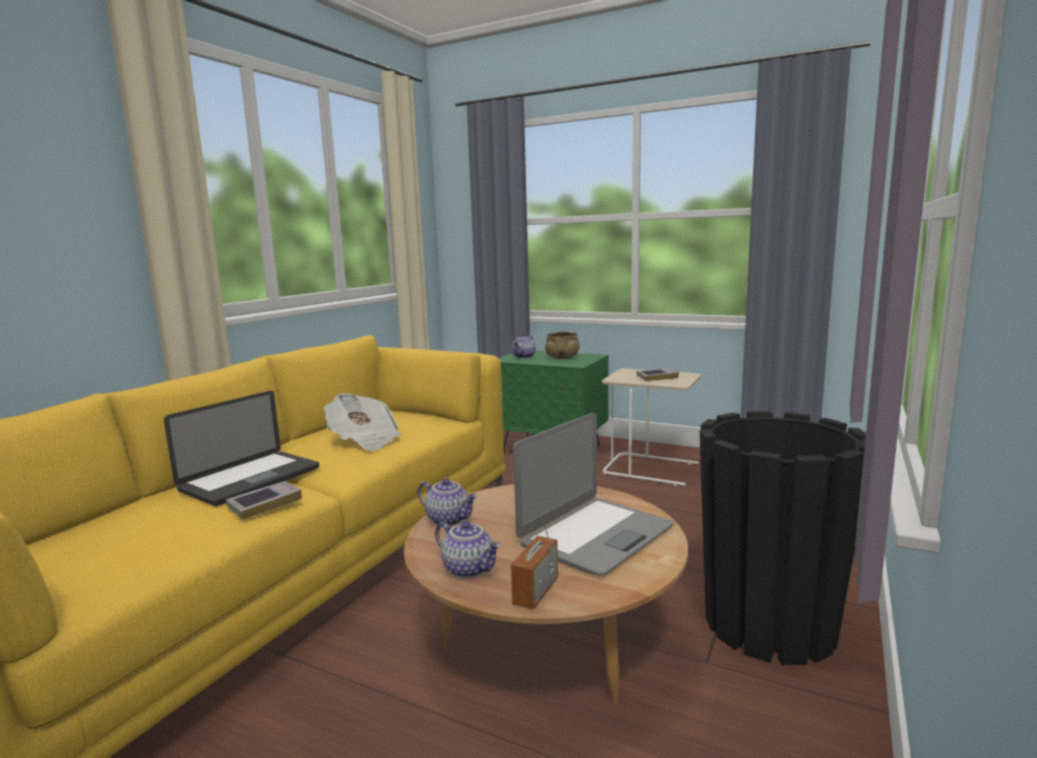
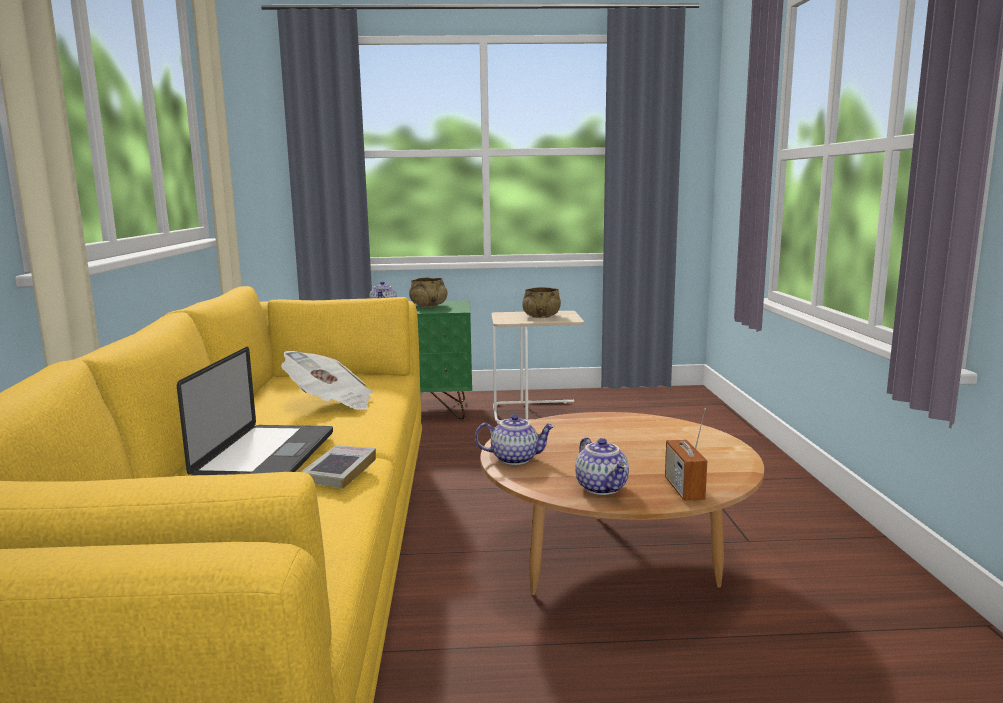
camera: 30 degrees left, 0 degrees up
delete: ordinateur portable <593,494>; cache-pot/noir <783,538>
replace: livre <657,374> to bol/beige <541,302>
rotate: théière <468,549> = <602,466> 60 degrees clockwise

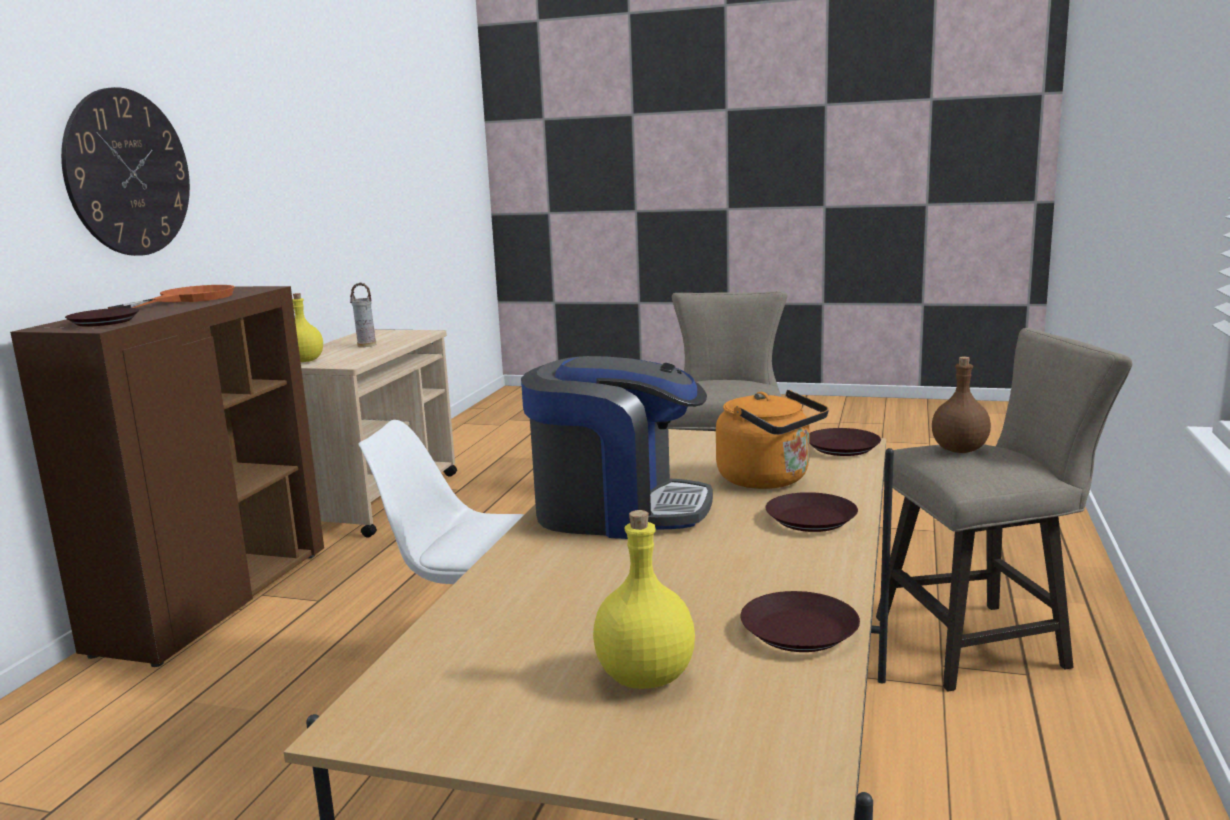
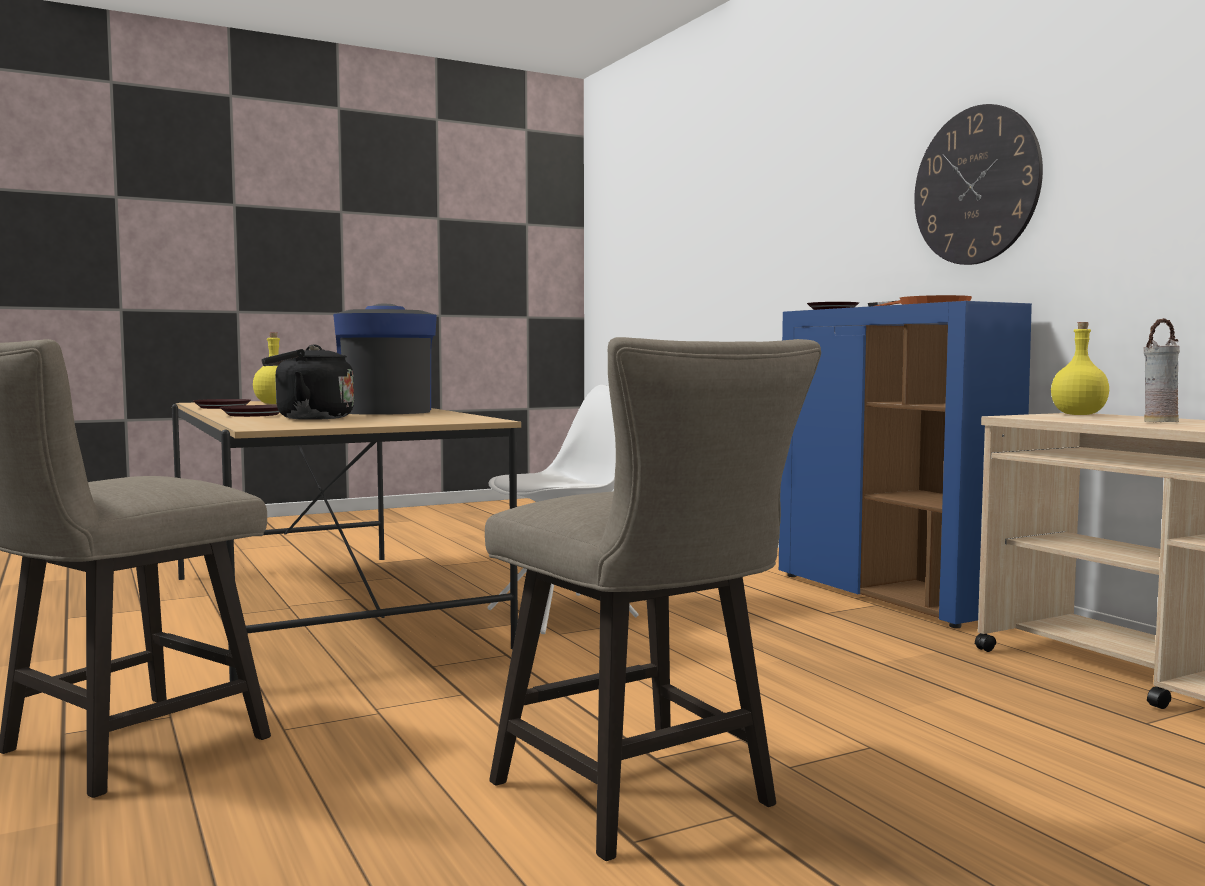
camera: 135 degrees right, 10 degrees down
delete: assiette/marron <845,442>; bouteille/marron <961,405>
recolor: bouilloire/orange <772,439> to bouilloire/noir <307,382>; meuble de rangement/marron <167,476> to meuble de rangement/bleu <905,464>
rotate: machine à café <617,447> = <385,359> 105 degrees clockwise

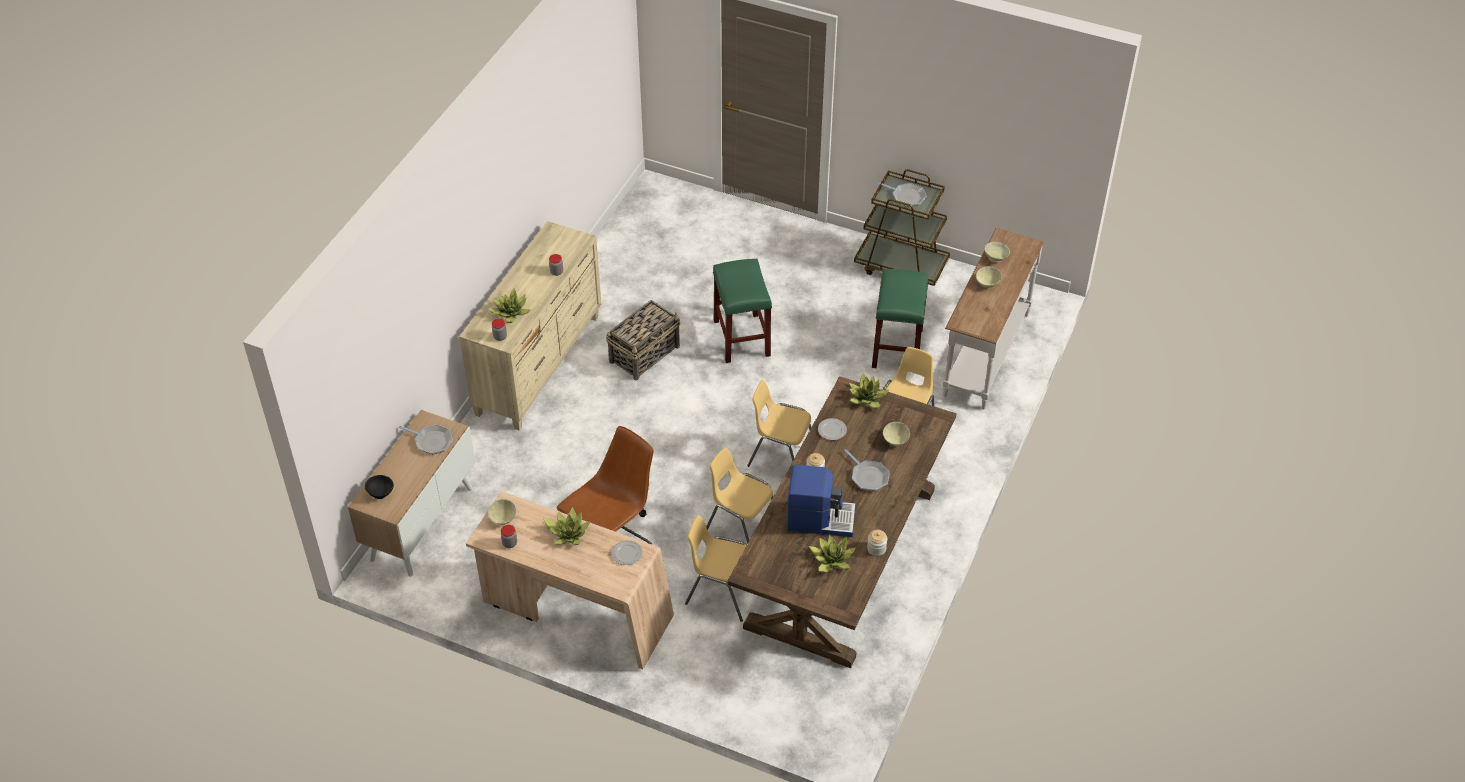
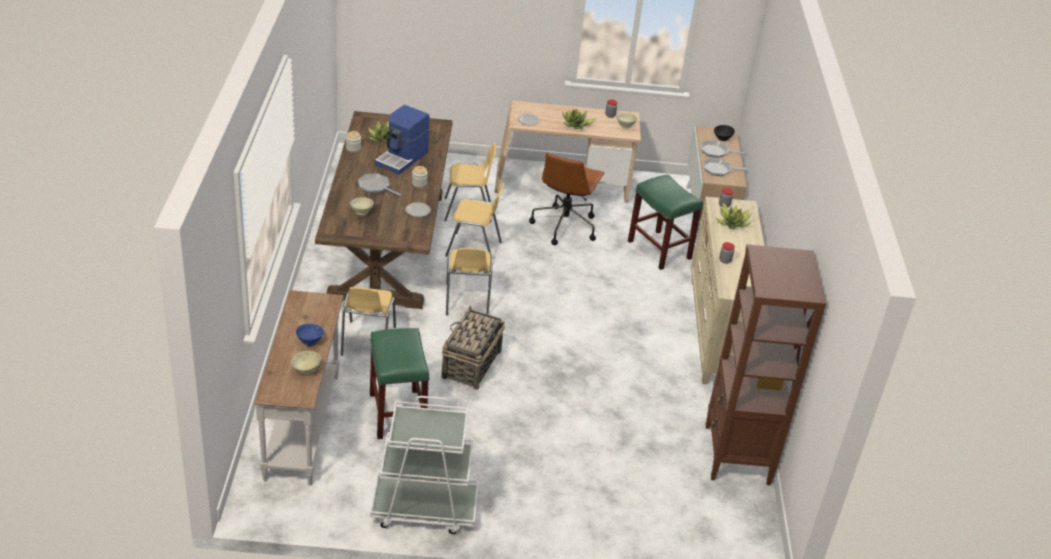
camera: 155 degrees right, 10 degrees down
delete: plante en pot <869,391>
insert: bibliothèque/marron <766,364>
move: panier <643,340> to <473,348>; tabouret/vert <742,311> to <665,222>; poêle <901,194> to <723,149>
recolor: bol/beige <989,277> to bol/bleu <310,335>; chariot/marron <902,227> to chariot/blanc <424,465>
rotate: machine à café <821,501> = <402,140> 45 degrees counterclockwise; chaise/jaune <779,423> = <469,281> 90 degrees clockwise

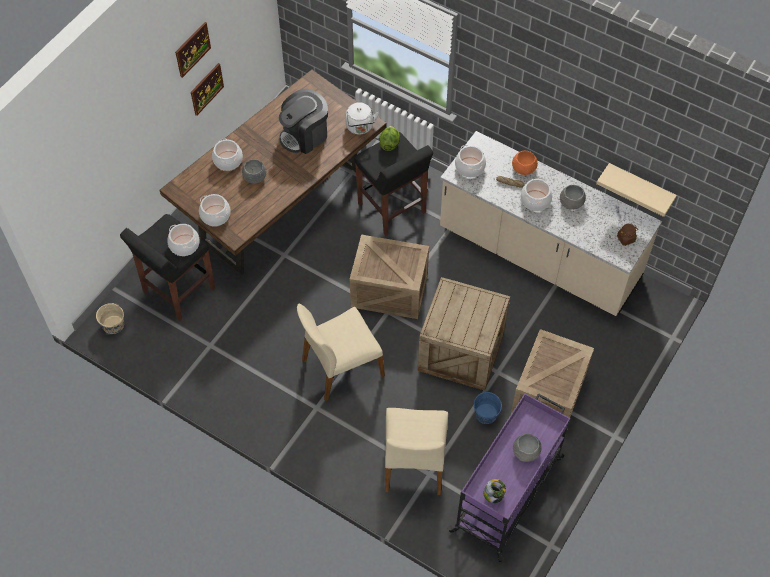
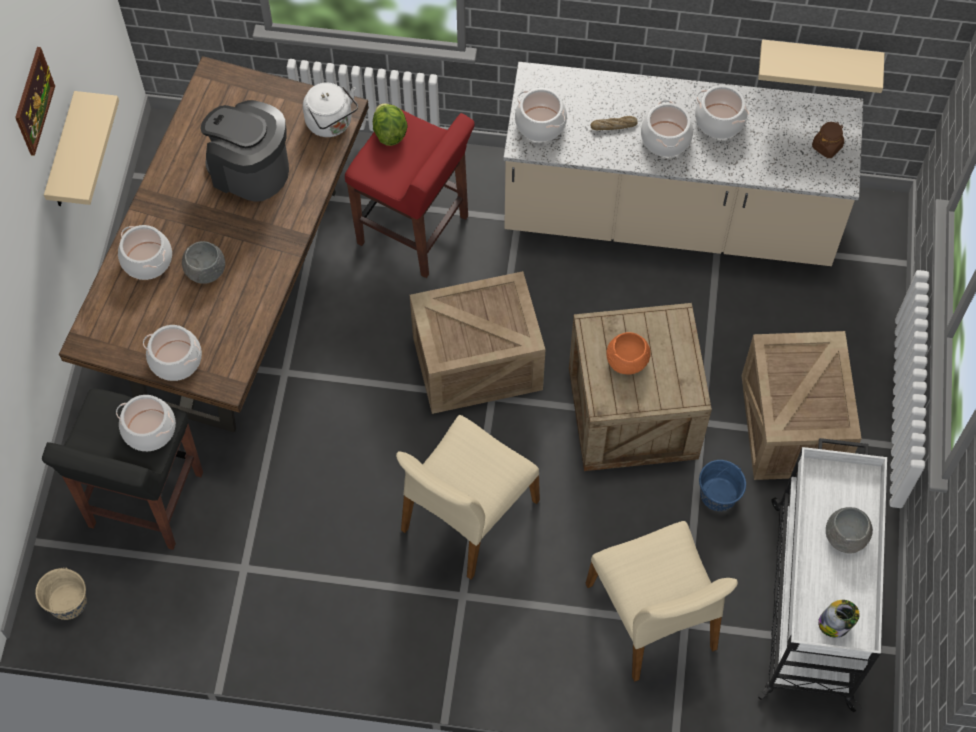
camera: 25 degrees left, 5 degrees up
move: bol/orange <525,163> to <628,353>
replace: tableau <207,89> to étagère/beige <81,148>; bol/gris <573,197> to marmite <722,112>
recolor: tabouret/noir <393,184> to tabouret/rouge <410,193>; chariot/violet <509,477> to chariot/blanc <822,575>
rotate: machine à café <303,121> = <244,151> 90 degrees clockwise

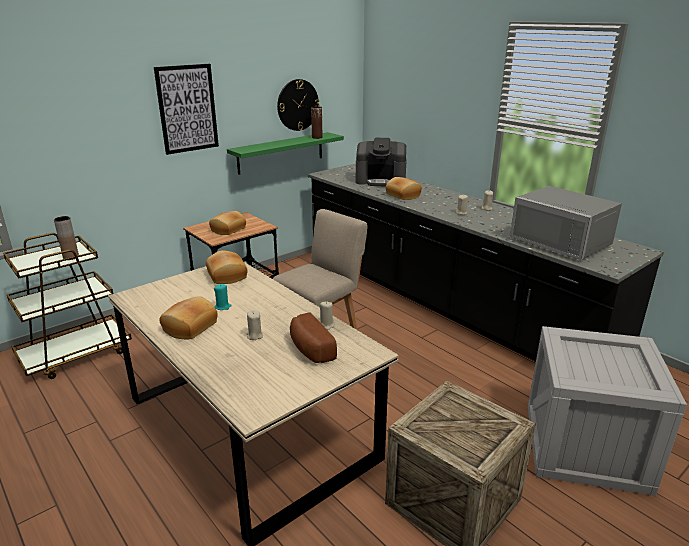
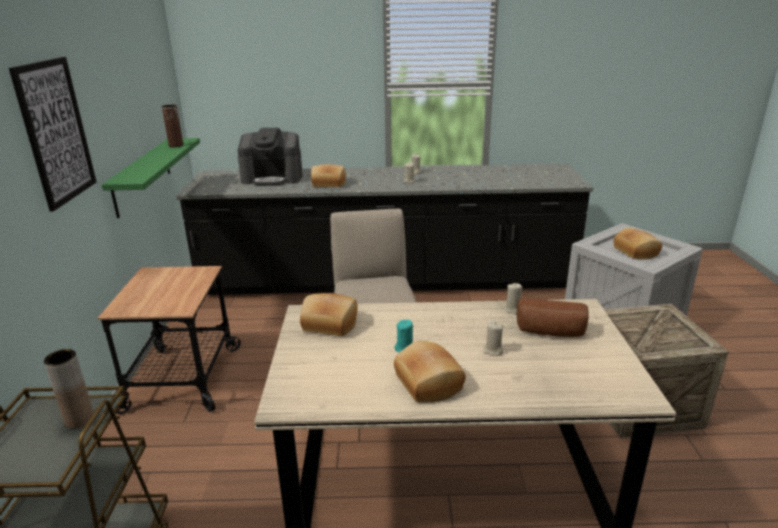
camera: 50 degrees left, 0 degrees up
delete: horloge murale <298,105>; micro-ondes/gris <566,223>
move: pain <227,223> to <638,244>
rotate: machine à café <381,162> = <270,157> 45 degrees clockwise

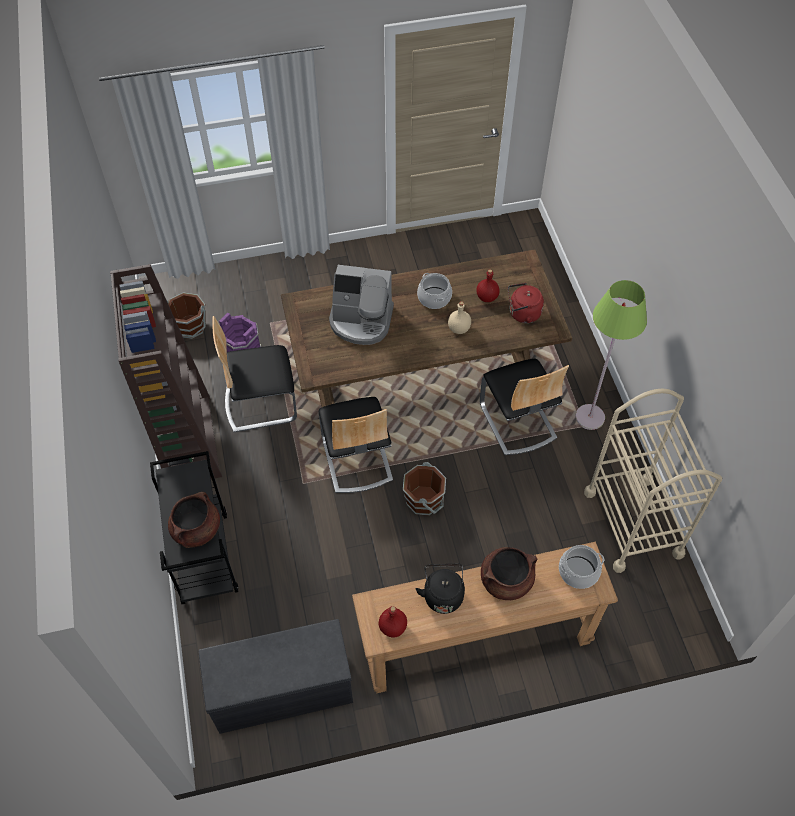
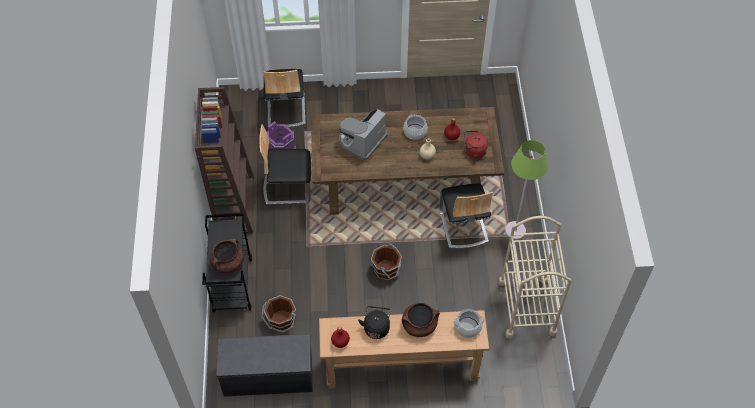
camera: 10 degrees right, 0 degrees up
move: seau/marron <186,315> to <278,314>; chaise <356,445> to <284,98>
rotate: machine à café <361,305> = <363,134> 105 degrees clockwise

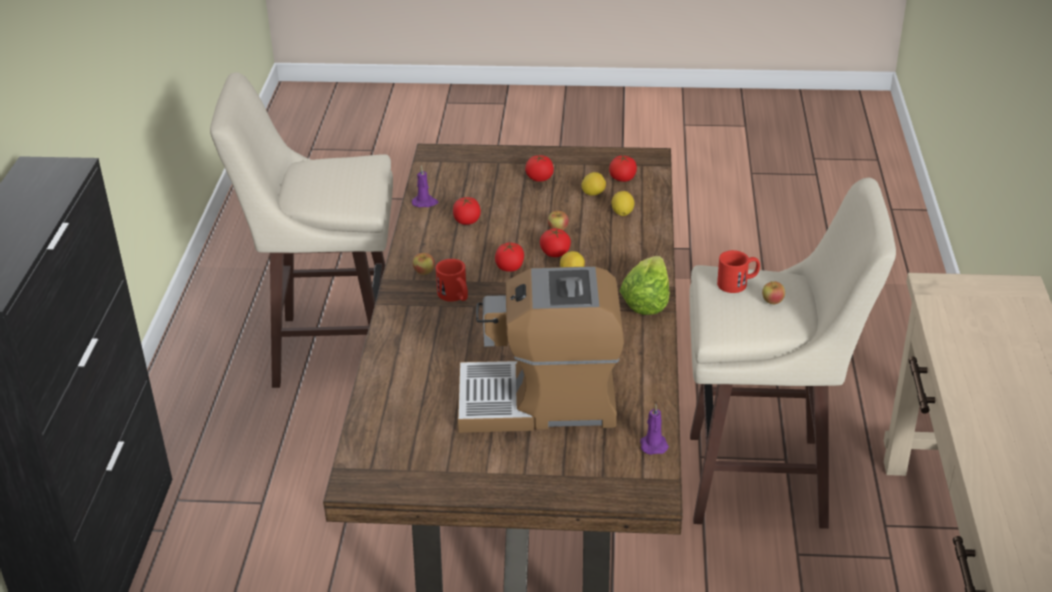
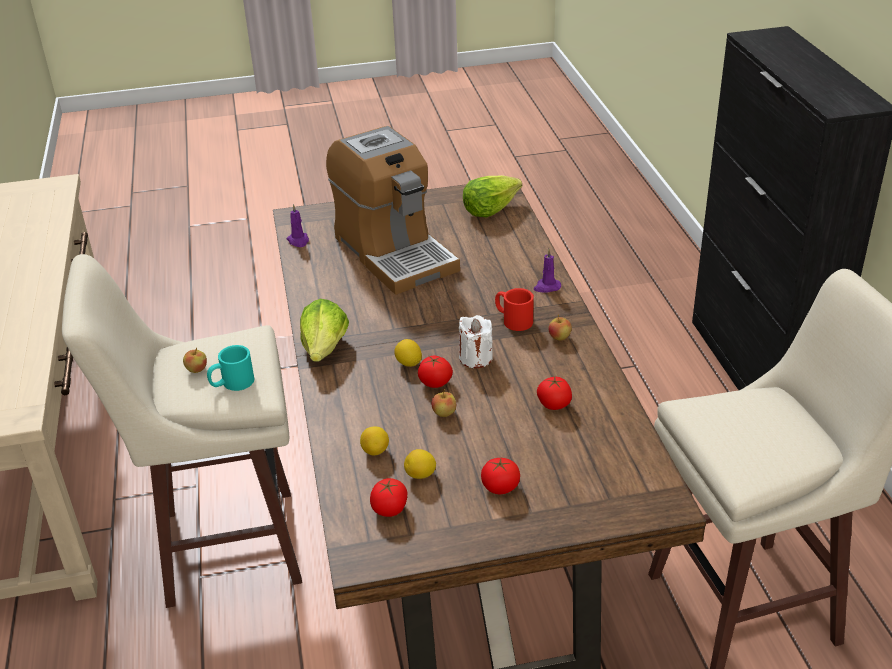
camera: 165 degrees right, 0 degrees up
insert: laitue <492,196>
move: bougie/violet <425,186> to <547,270>
replace: tomate <509,257> to bougie/blanc <476,341>
recolor: mug/rouge <738,271> to mug/turquoise <230,368>
rotate: machine à café <541,349> = <393,210> 75 degrees clockwise

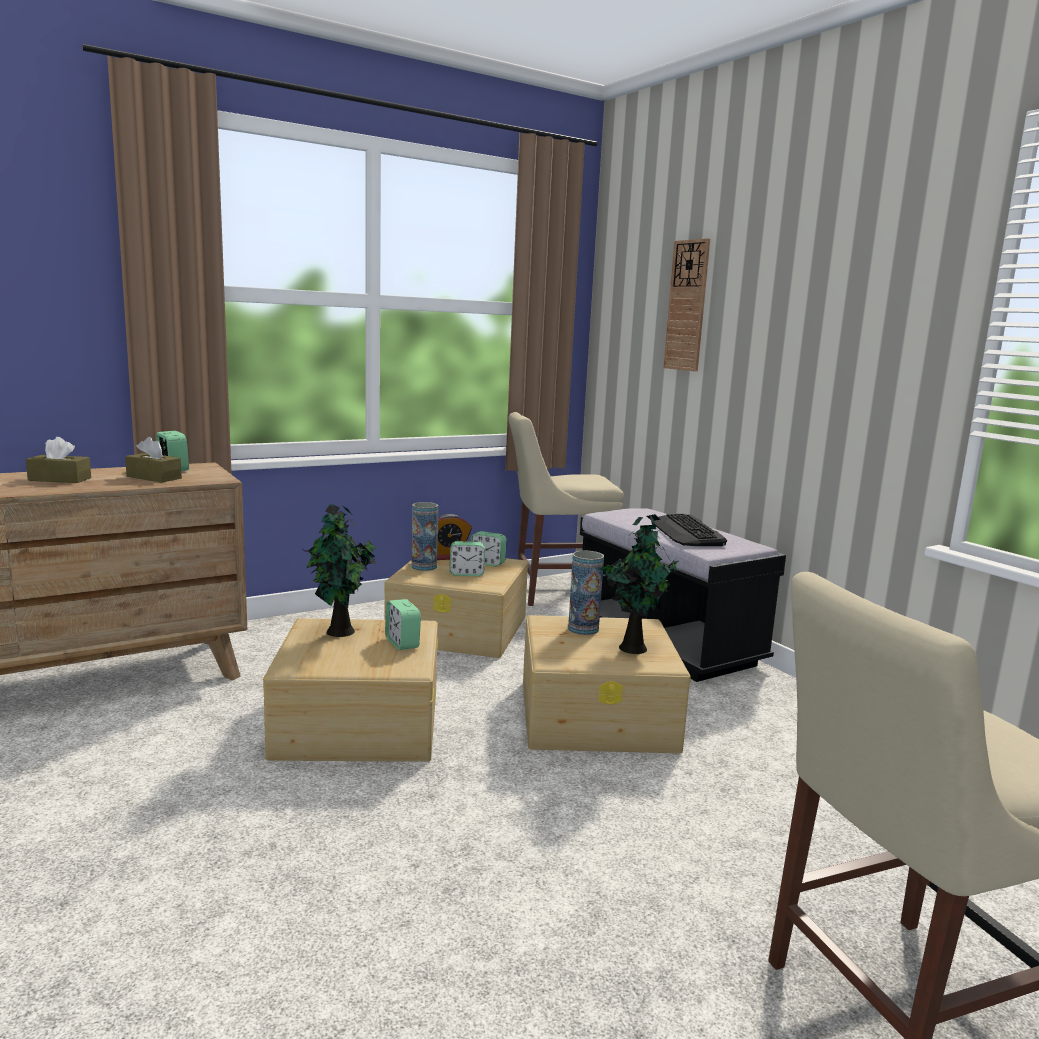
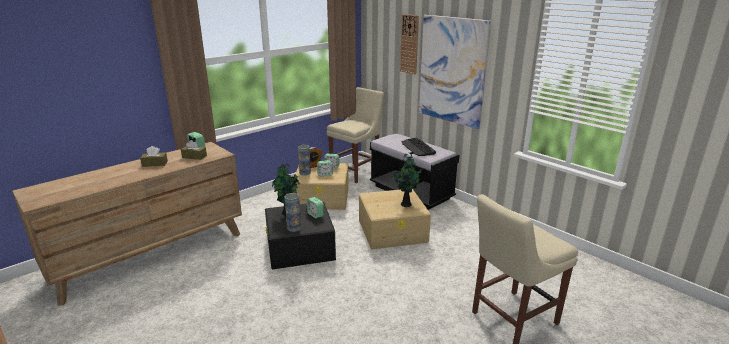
camera: 10 degrees left, 10 degrees up
insert: tableau <455,72>
move: vase <586,593> to <293,212>
recolor: boîte de rangement/beige <350,690> to boîte de rangement/noir <300,235>
rotate: chaise/beige <565,509> = <355,135> 150 degrees clockwise

